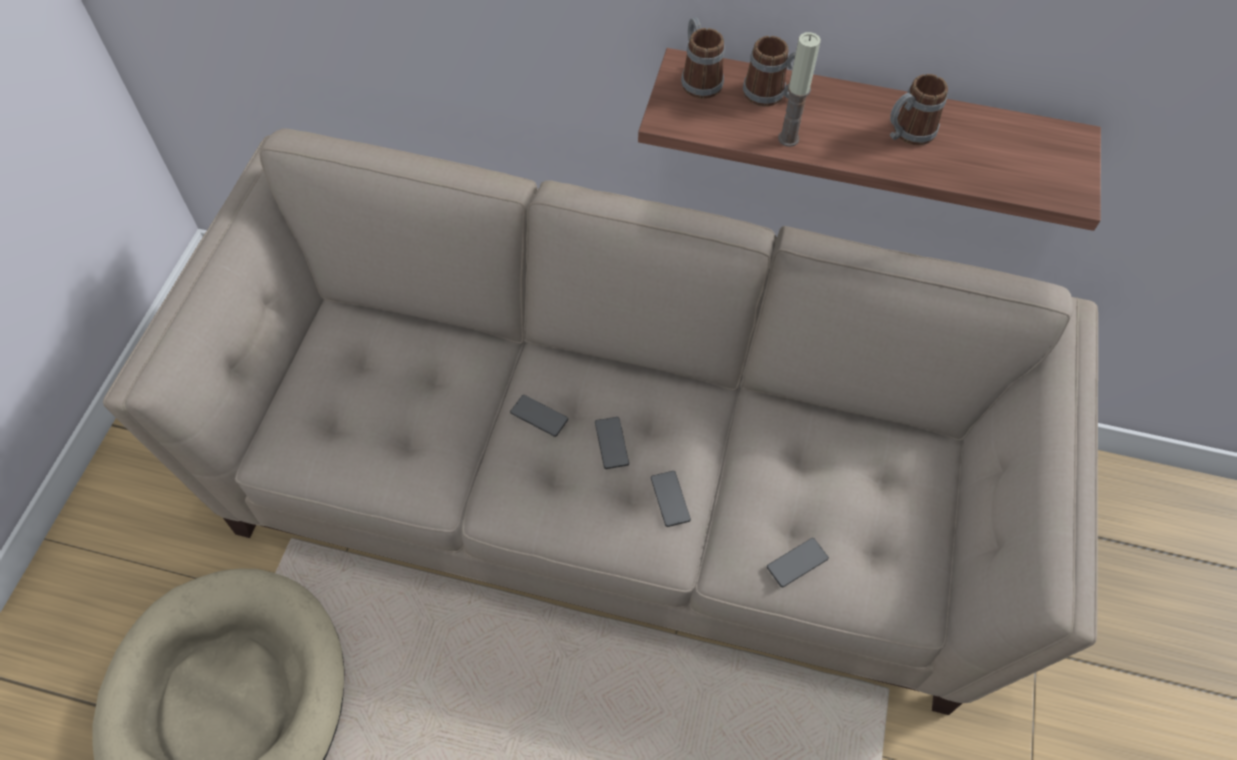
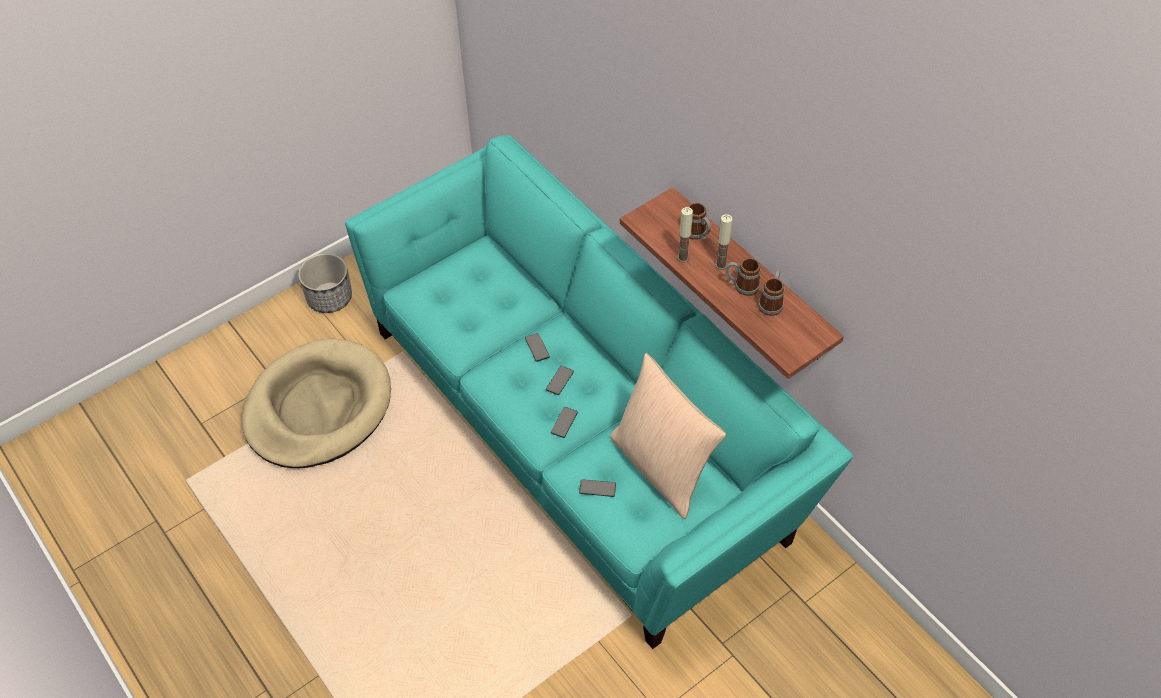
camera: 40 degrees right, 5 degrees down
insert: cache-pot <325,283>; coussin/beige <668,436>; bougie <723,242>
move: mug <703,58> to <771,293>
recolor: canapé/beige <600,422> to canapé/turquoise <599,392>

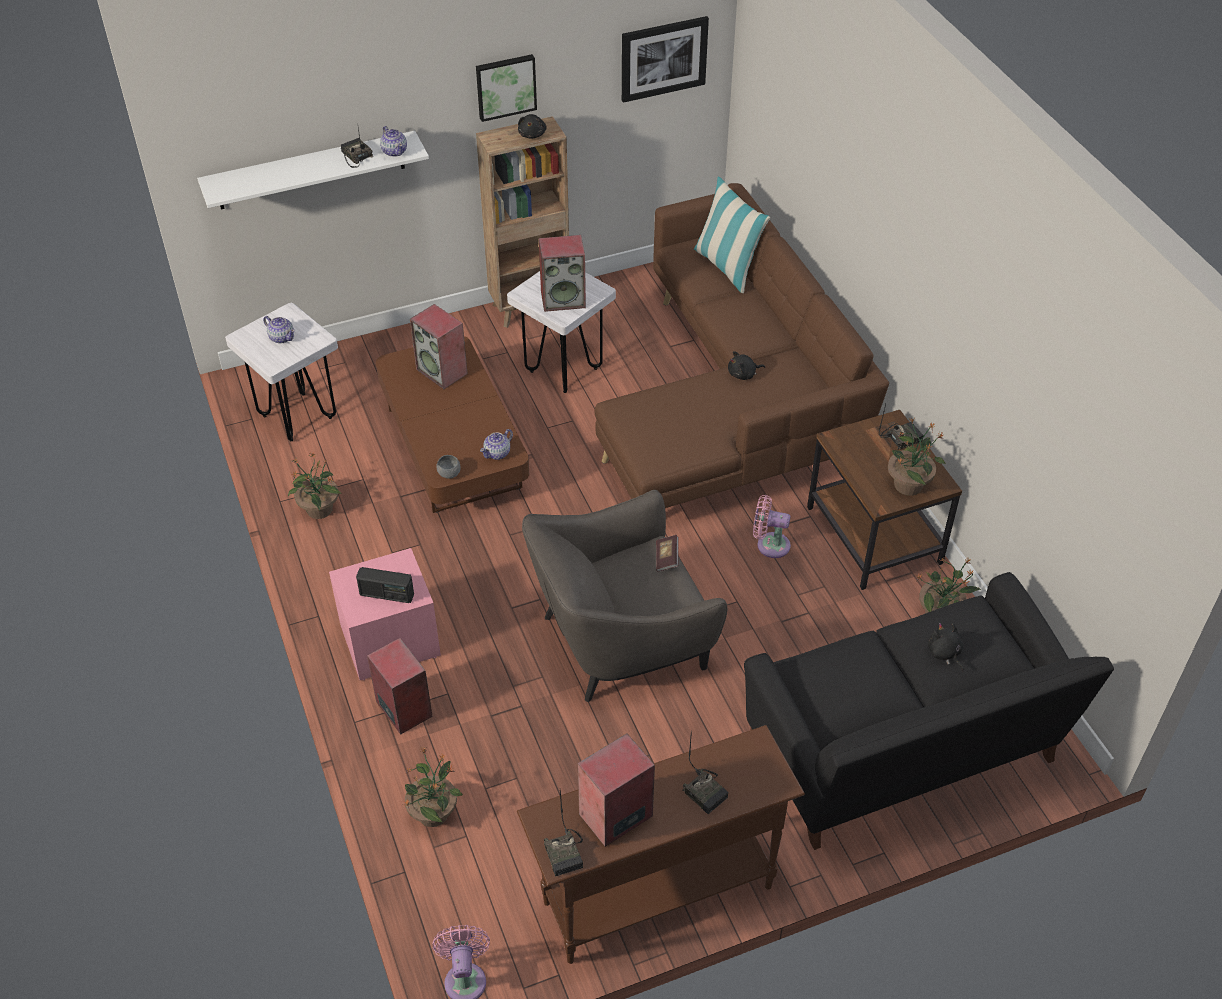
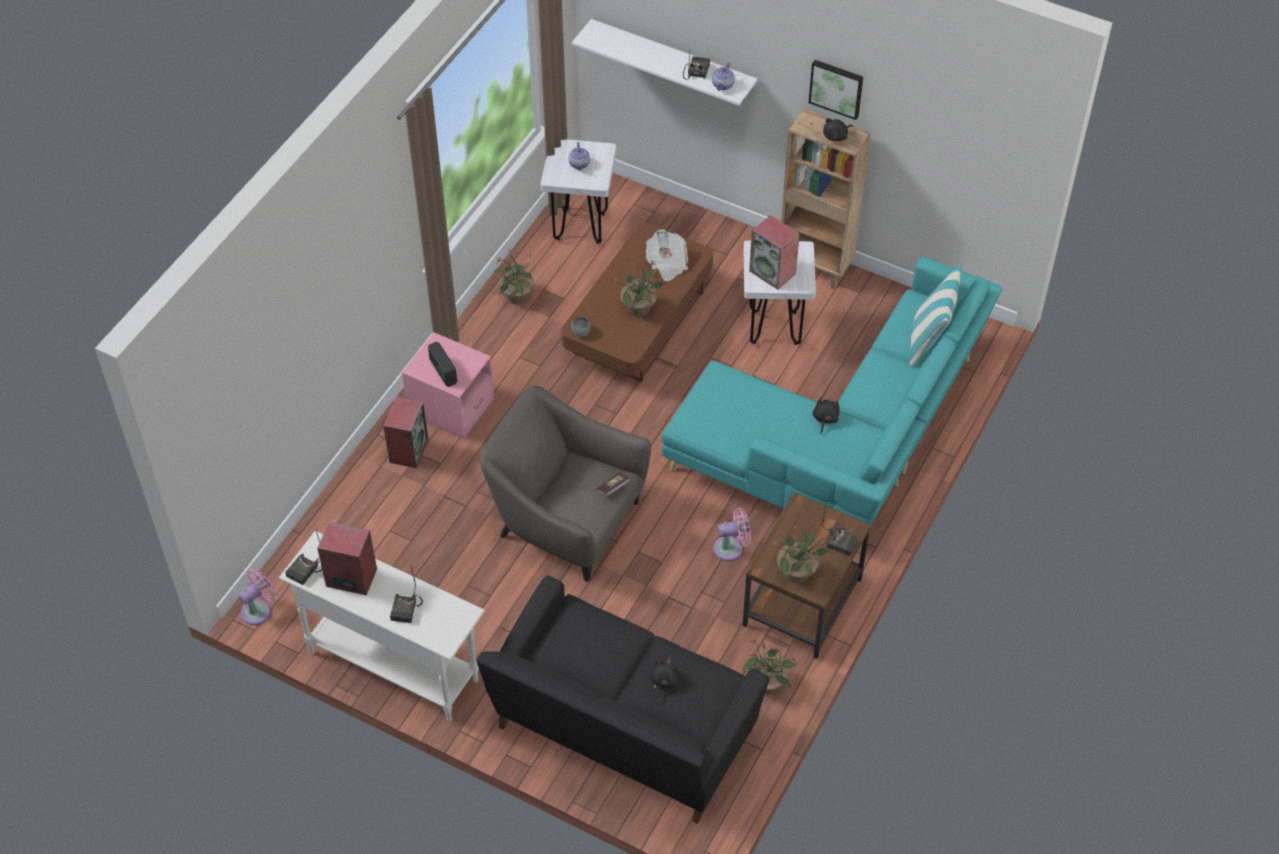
camera: 50 degrees right, 5 degrees up
delete: théière <496,444>; tableau <665,59>
move: plante en pot <433,787> to <640,289>
replace: enceinte <439,346> to journal <667,255>
recolor: table console/marron <661,844> to table console/blanc <382,626>; canapé/marron <742,345> to canapé/turquoise <832,404>
rotate: ventilateur/rose <772,526> = <732,534> 105 degrees clockwise; peluche/noir <746,365> = <826,415> 75 degrees clockwise

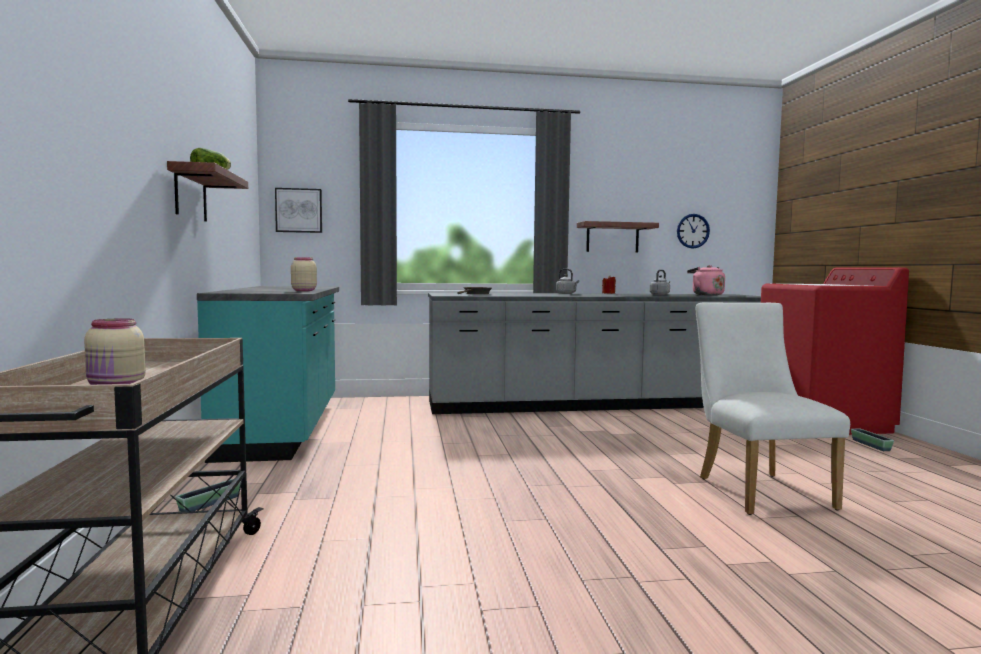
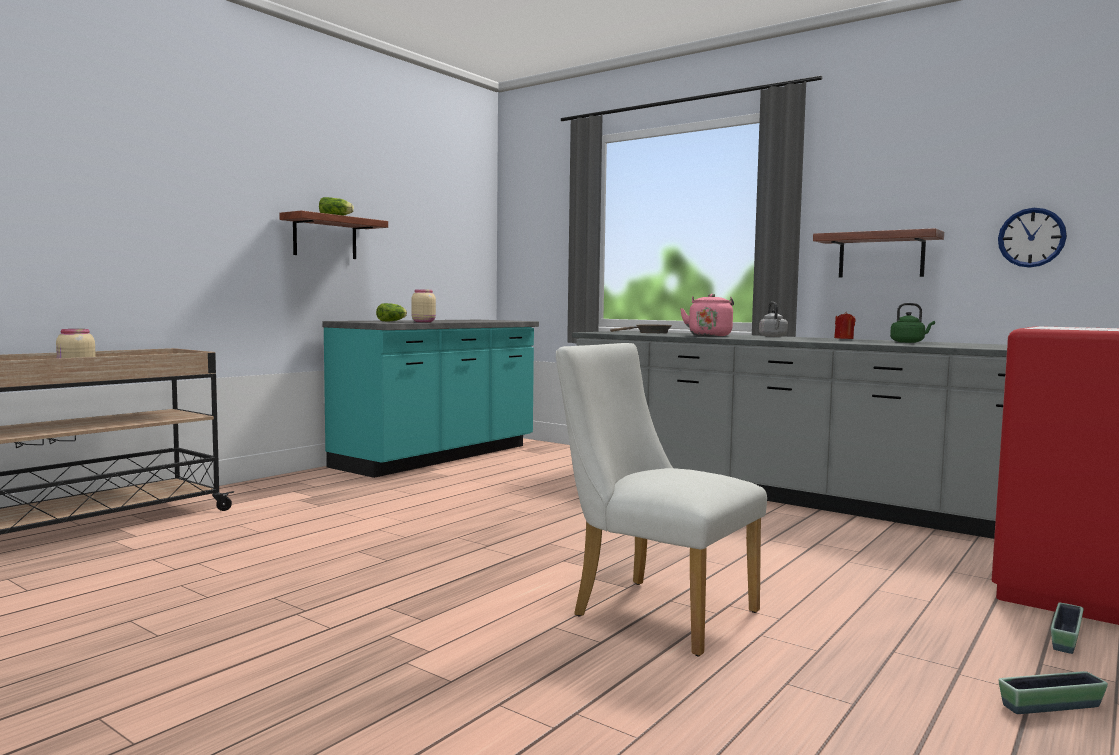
camera: 45 degrees right, 0 degrees up
delete: tableau <298,210>
insert: laitue <391,312>
move: bouilloire/rose <706,280> to <707,315>; cache-pot <208,495> to <1053,692>
recolor: bouilloire/gris <659,282> to bouilloire/vert <912,323>
rotate: chaise/blanc <773,408> = <661,499> 90 degrees counterclockwise

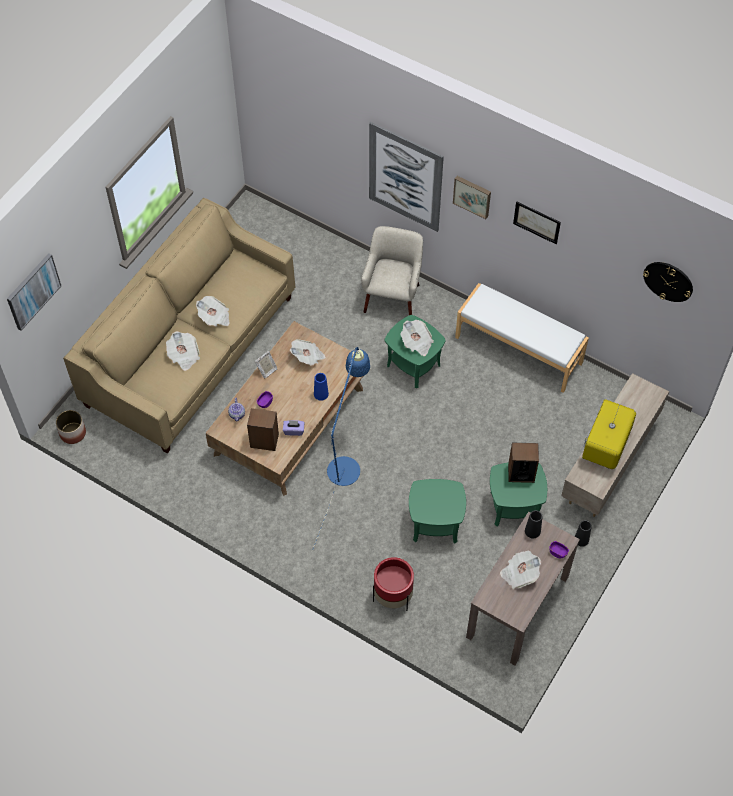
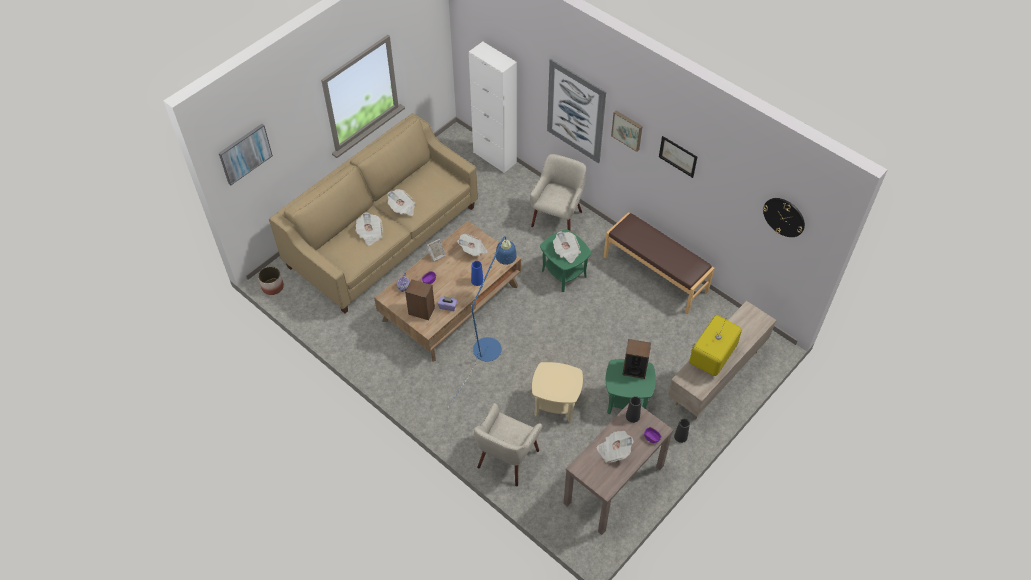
camera: 10 degrees right, 5 degrees down
insert: meuble de rangement/blanc <493,107>
replace: cache-pot/rouge <393,584> to fauteuil/beige <508,444>
recolor: table d'appoint/vert <437,511> to table d'appoint/beige <557,392>; banc/blanc <522,338> to banc/marron <659,262>

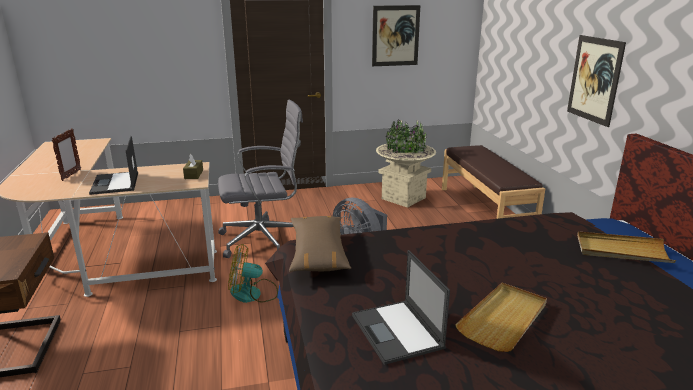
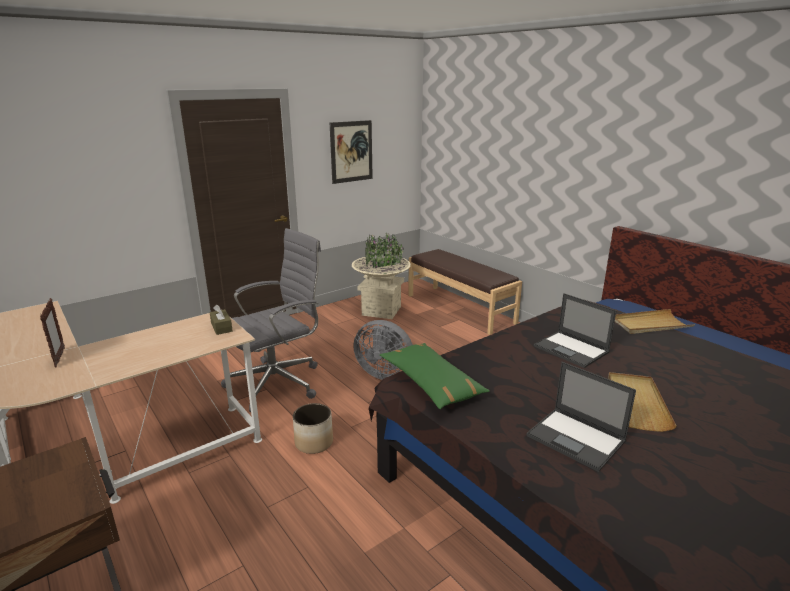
camera: 25 degrees left, 0 degrees up
delete: tableau <596,81>
move: ordinateur portable <113,165> to <575,330>
replace: ventilateur <253,273> to cache-pot <313,428>
recolor: coussin/marron <320,244> to coussin/vert <435,376>

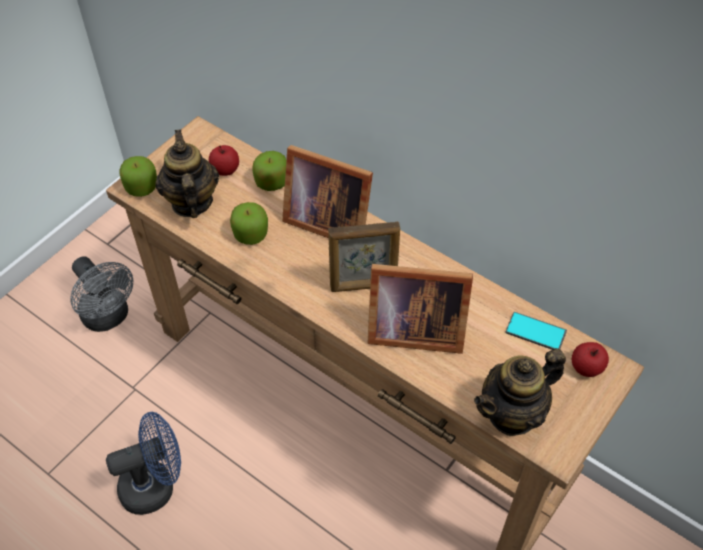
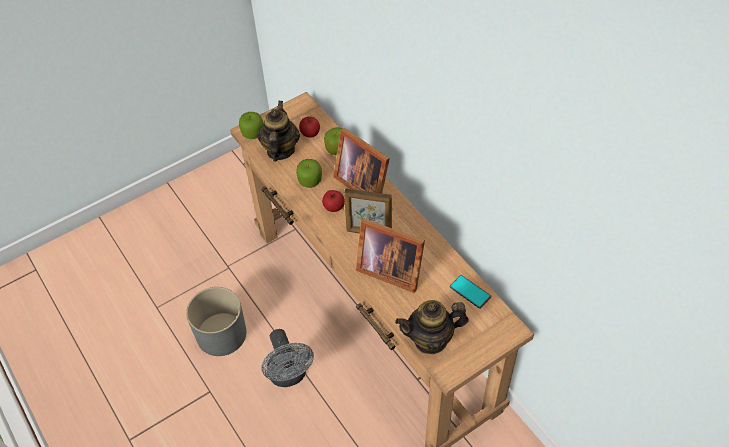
camera: 20 degrees right, 0 degrees up
move: ventilateur/gris <102,294> to <288,358>; pomme <590,359> to <333,201>
replace: ventilateur/bleu <143,463> to cache-pot/gris <216,321>

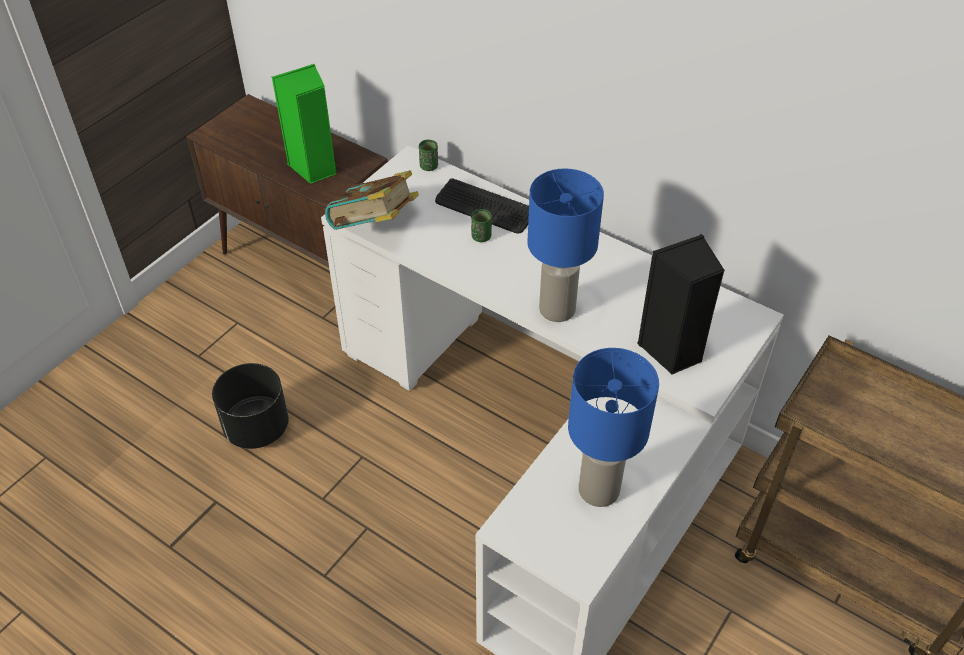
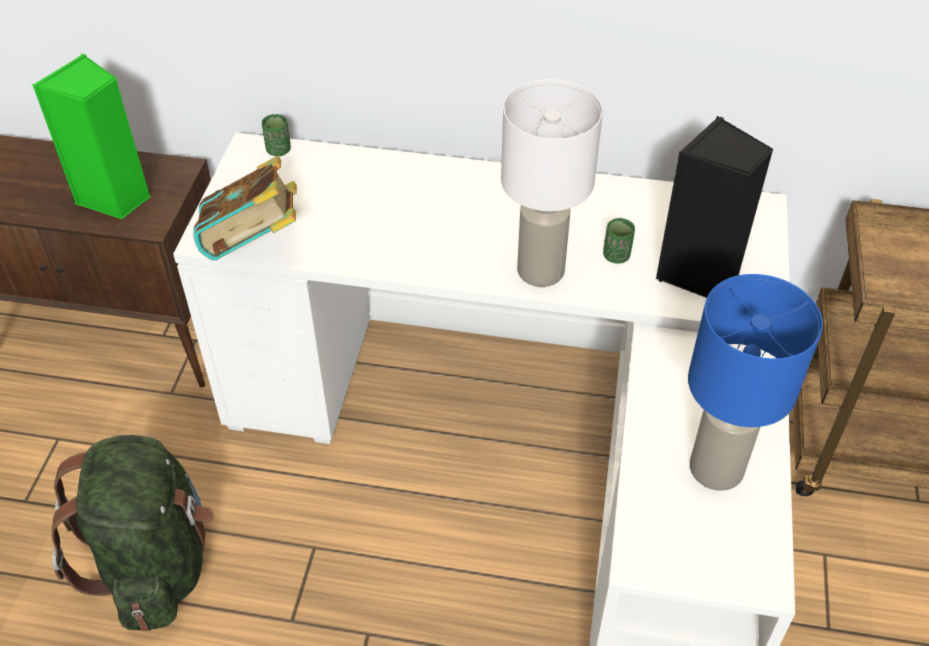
camera: 25 degrees left, 0 degrees up
delete: clavier <482,206>
move: tasse/vert <481,225> to <619,241>
replace: cache-pot/noir <250,406> to sac à dos/vert <133,533>
recolor: lampe de table/bleu <566,245> to lampe de table/blanc <552,183>

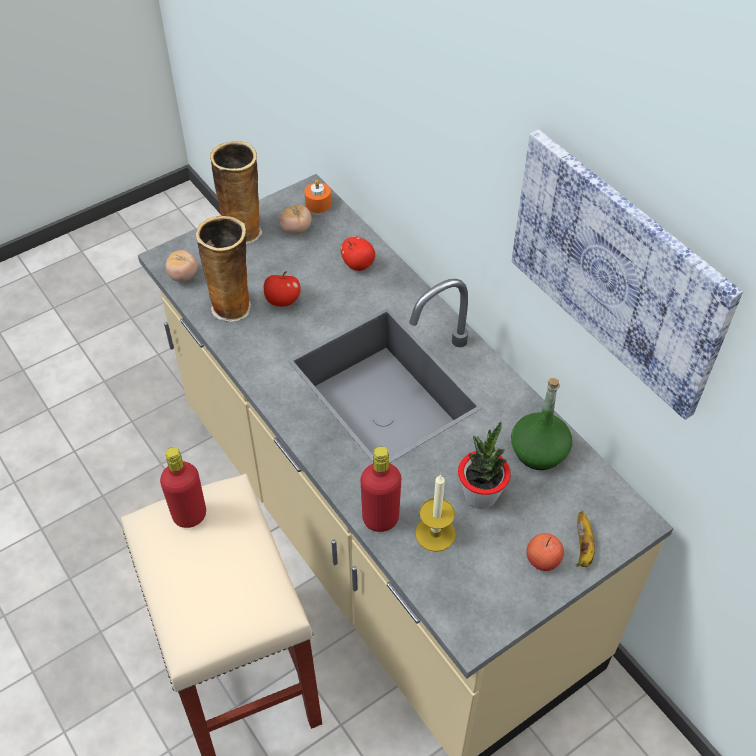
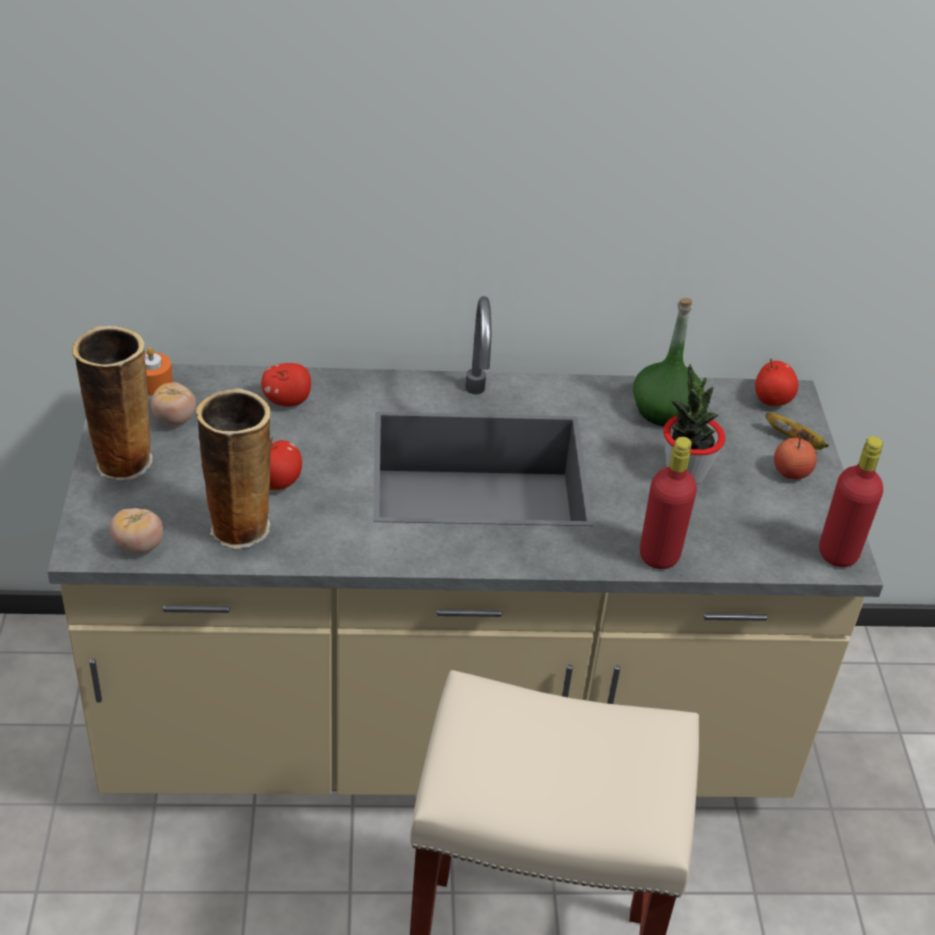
camera: 60 degrees left, 10 degrees down
delete: bougie <435,513>; tableau <627,274>
insert: pomme <776,382>
move: bouteille/rouge <183,487> to <851,501>

